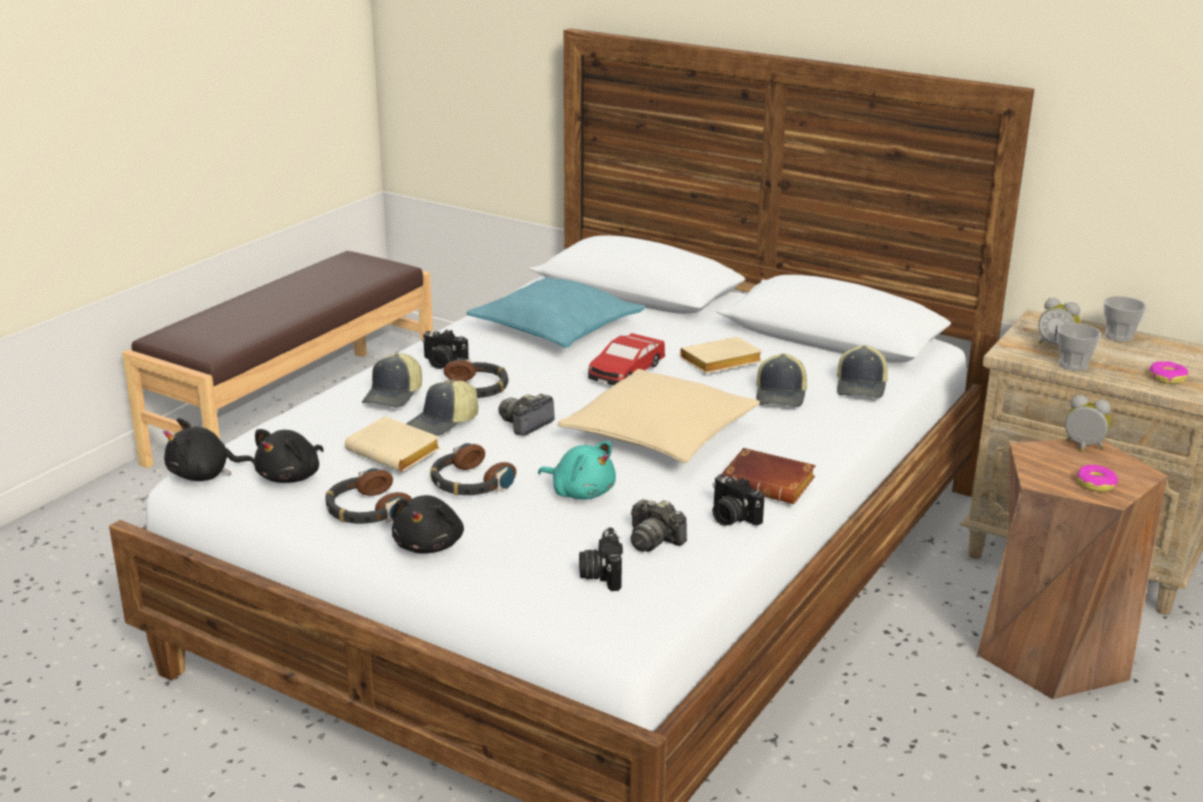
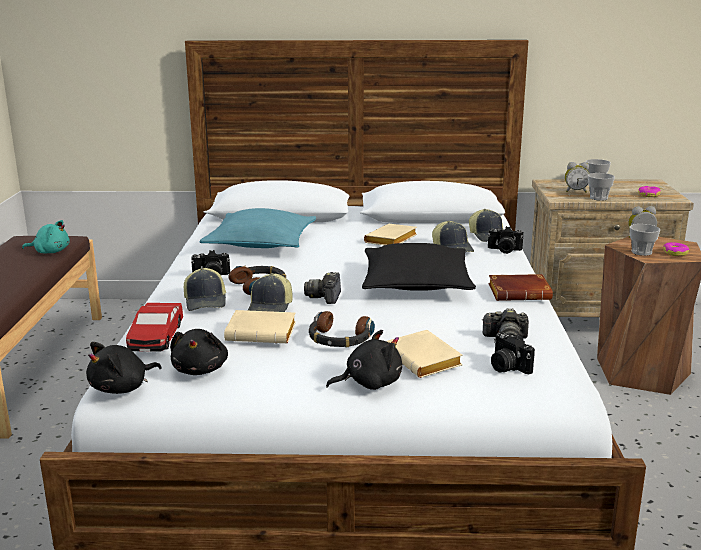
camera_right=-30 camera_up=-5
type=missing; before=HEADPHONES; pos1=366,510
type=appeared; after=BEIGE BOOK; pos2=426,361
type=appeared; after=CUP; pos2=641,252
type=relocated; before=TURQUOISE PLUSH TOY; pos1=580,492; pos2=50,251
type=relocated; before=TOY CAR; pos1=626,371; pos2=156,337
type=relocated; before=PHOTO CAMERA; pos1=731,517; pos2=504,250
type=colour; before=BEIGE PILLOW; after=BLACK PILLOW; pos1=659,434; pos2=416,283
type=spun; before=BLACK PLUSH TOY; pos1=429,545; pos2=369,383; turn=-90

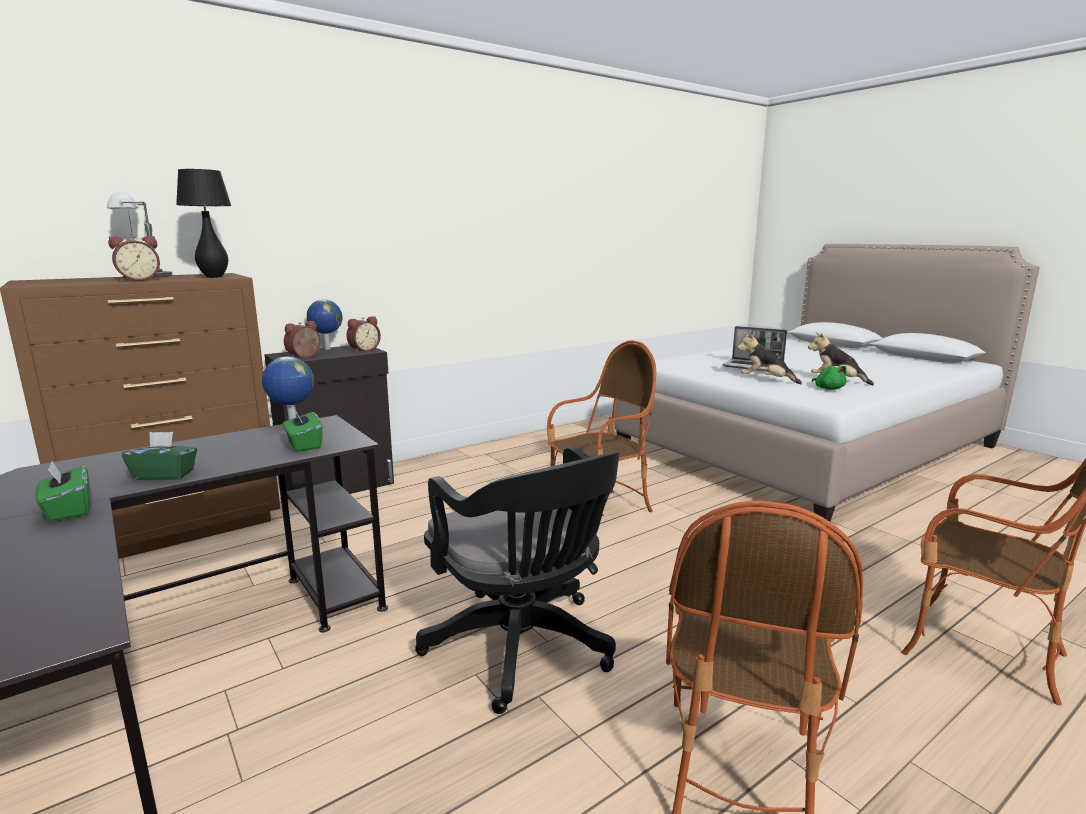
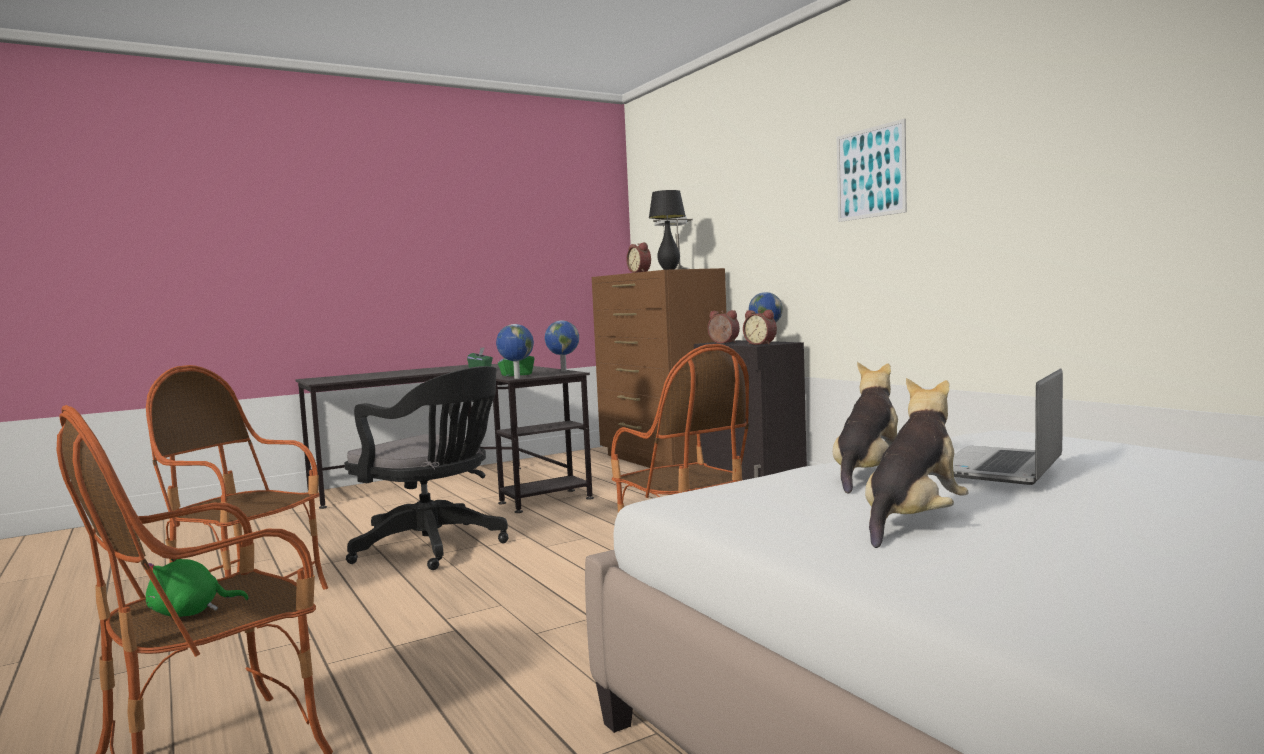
camera_right=95 camera_up=-10
type=missing; before=GREEN TISSUE BOX; pos1=68,510
type=appeared; after=GLOBE; pos2=516,378
type=appeared; after=PICTURE; pos2=870,173
type=relocated; before=GREEN PLUSH TOY; pos1=828,388; pos2=191,612
type=spun; before=BLACK OFFICE CHAIR; pos1=523,649; pos2=435,547; turn=-120

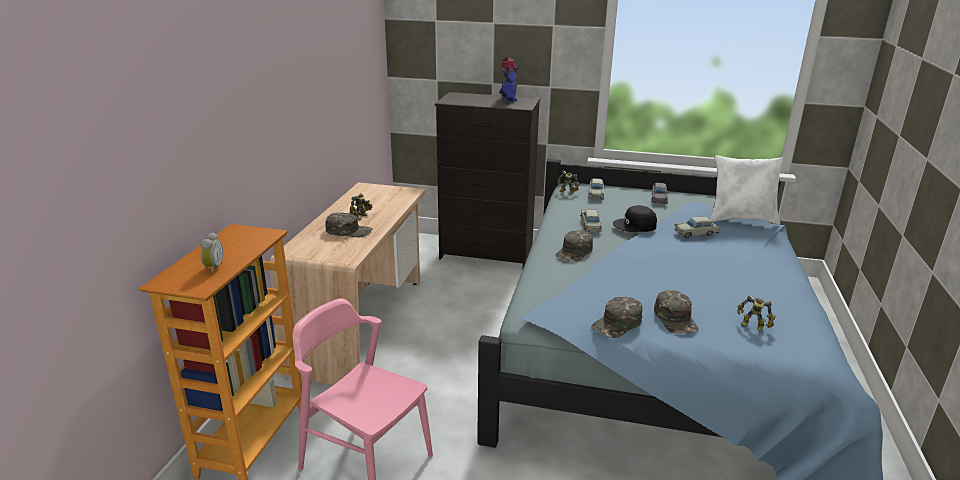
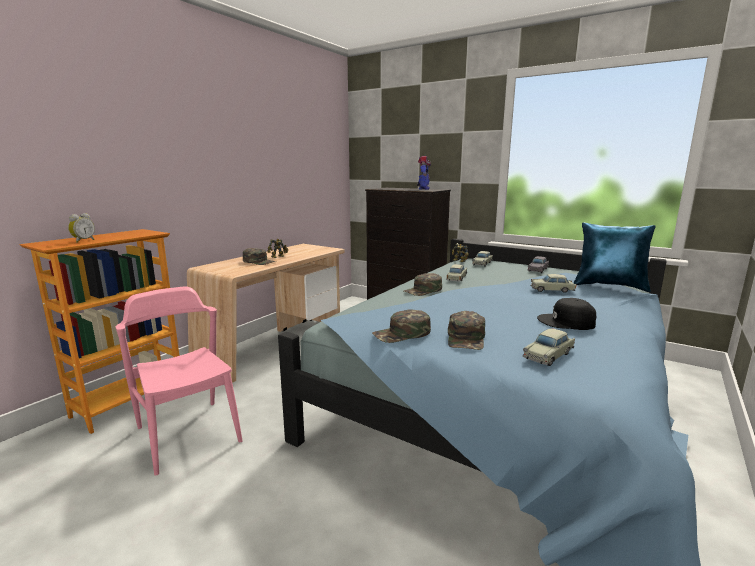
camera_right=20 camera_up=-10
type=relocated; before=BLACK CAP; pos1=635,225; pos2=566,322
type=exchanged; before=TOY ROBOT; after=BEIGE TOY CAR; pos1=753,326; pos2=548,355
type=colour; before=WHITE PILLOW; after=BLUE PILLOW; pos1=741,219; pos2=610,286

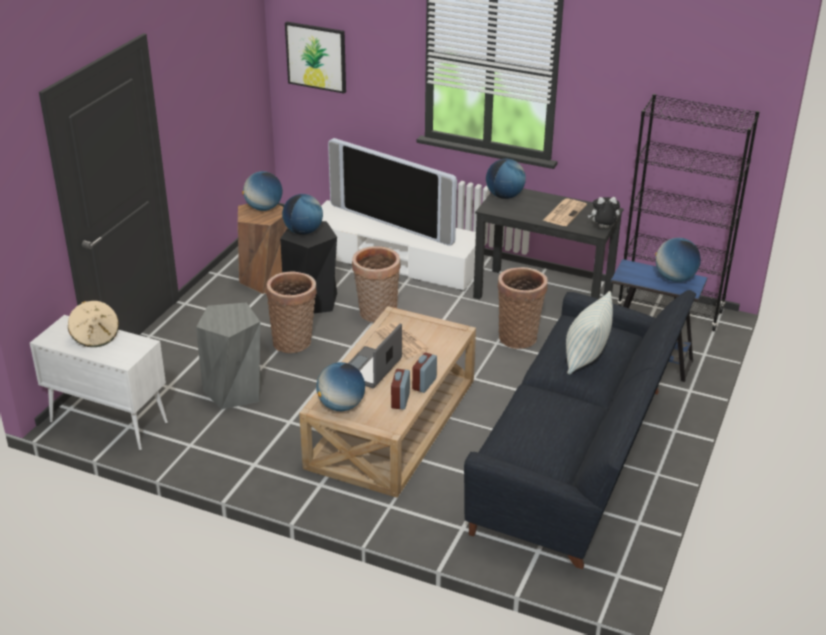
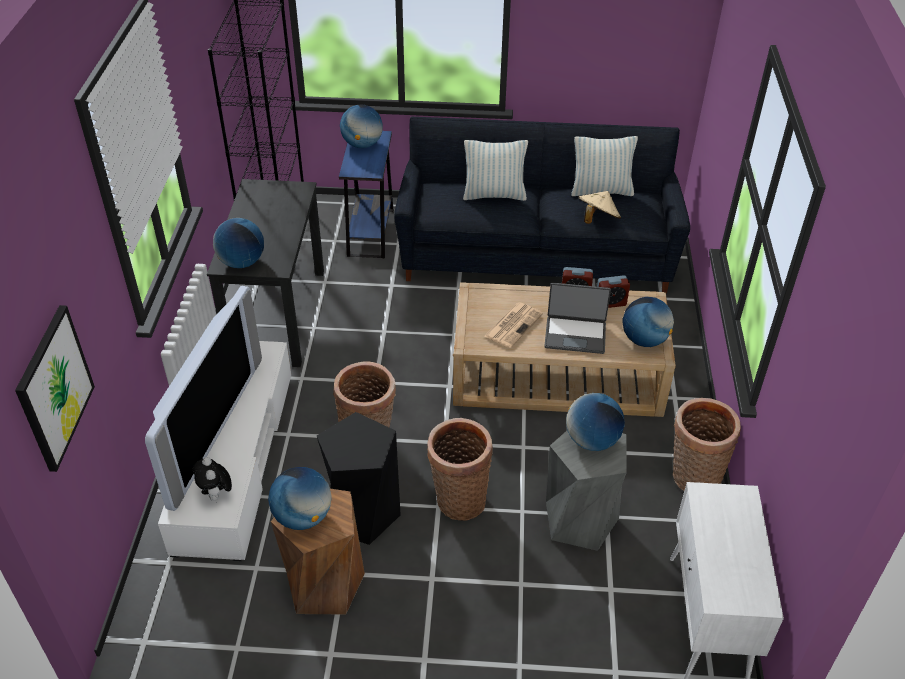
camera_right=-110 camera_up=10
type=missing; before=NEWSPAPER; pos1=564,212
type=appeared; after=PILLOW; pos2=601,191
type=relocated; before=BEIGE HAT; pos1=95,336; pos2=597,219
type=relocated; before=GLOBE; pos1=303,232; pos2=592,440
type=relocated; before=BASKET; pos1=518,336; pos2=693,477
type=relocated; before=PLUSH TOY; pos1=603,228; pos2=216,495

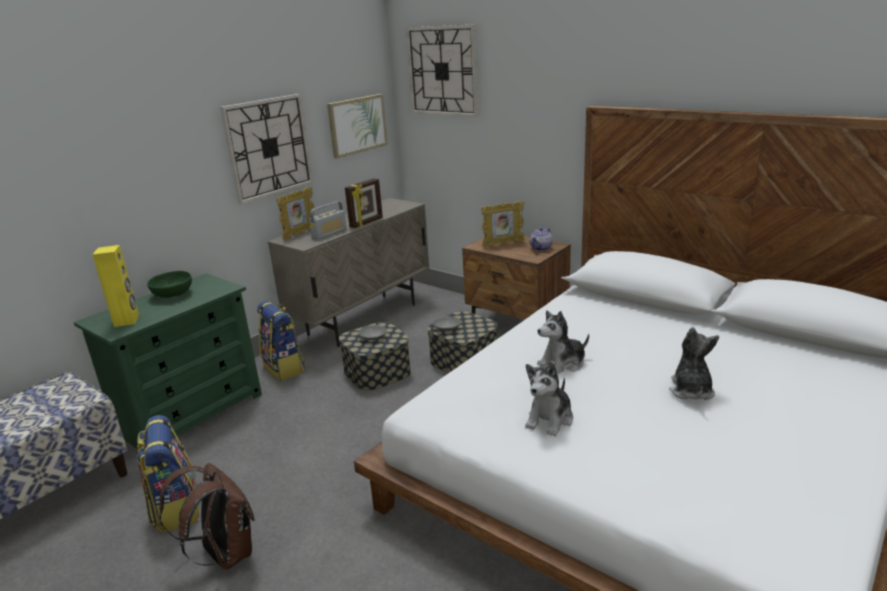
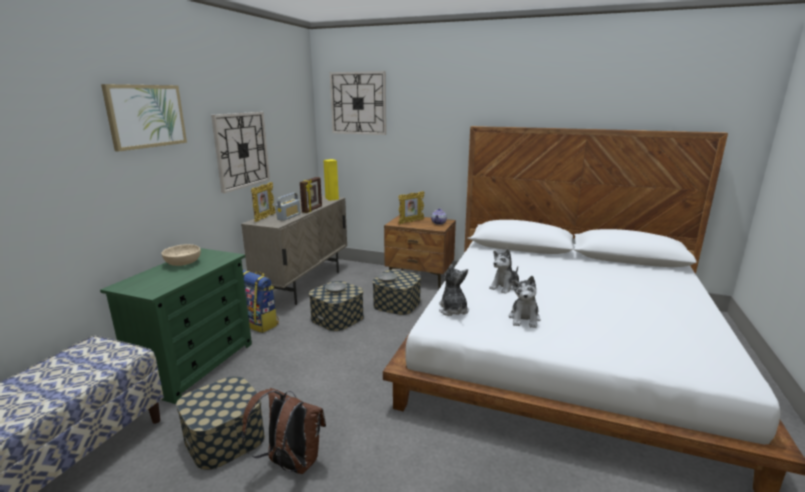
camera_right=-20 camera_up=-5
type=relocated; before=YELLOW SPEAKER; pos1=127,321; pos2=332,199
type=relocated; before=PICTURE; pos1=357,125; pos2=146,116
type=relocated; before=PLUSH TOY; pos1=690,391; pos2=453,310
type=exchanged; before=BACKPACK; after=STORAGE BOX; pos1=176,508; pos2=224,438
type=colour; before=GREEN BOWL; after=BEIGE BOWL; pos1=172,294; pos2=182,263

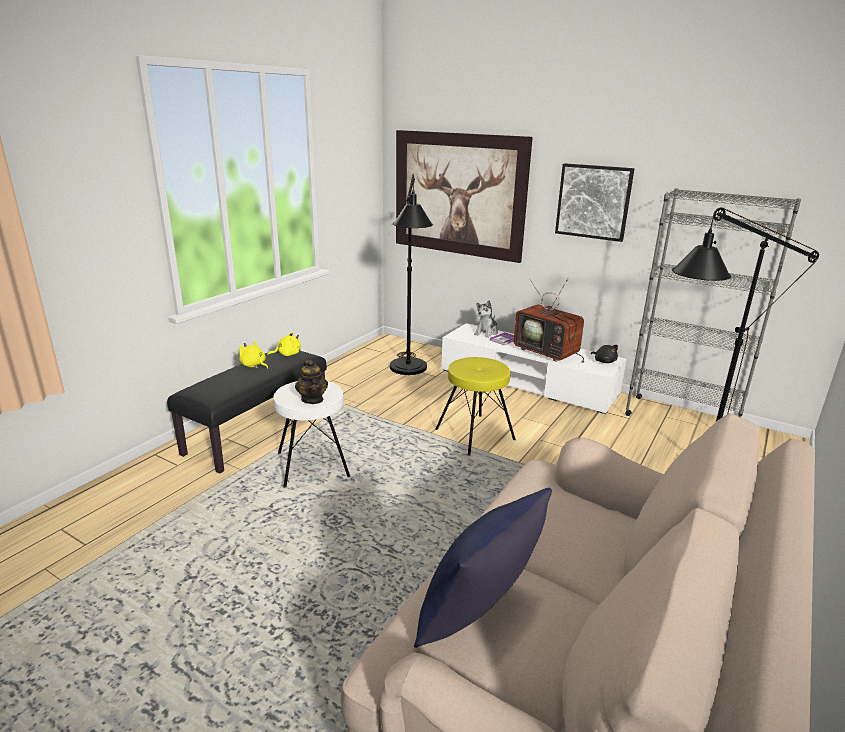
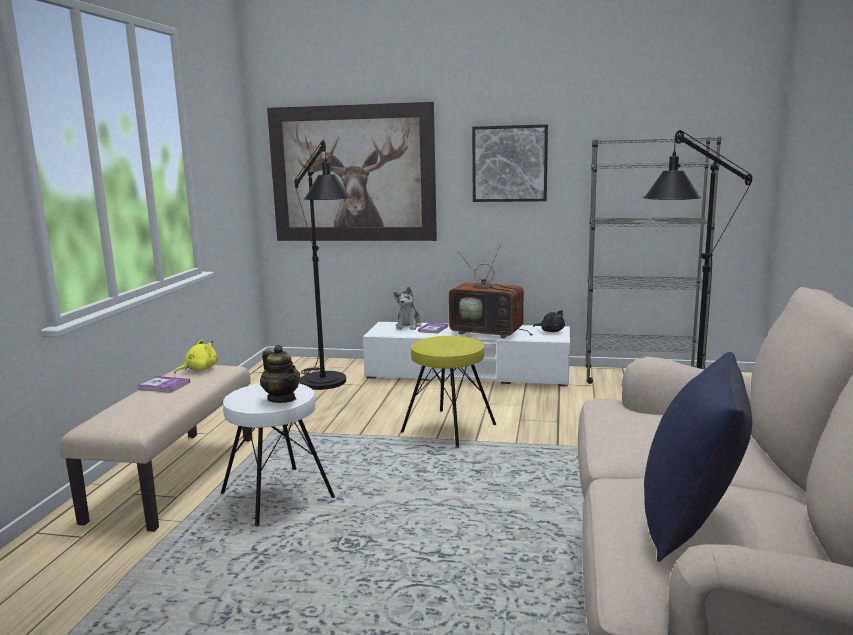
camera_right=-20 camera_up=-10
type=exchanged; before=YELLOW PLUSH TOY; after=BOOK; pos1=254,365; pos2=163,386
type=colour; before=BLACK BENCH; after=BEIGE BENCH; pos1=257,431; pos2=175,477

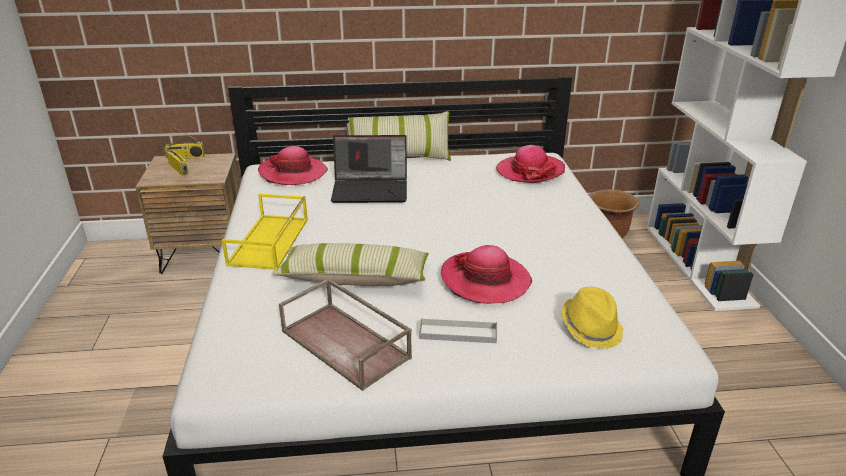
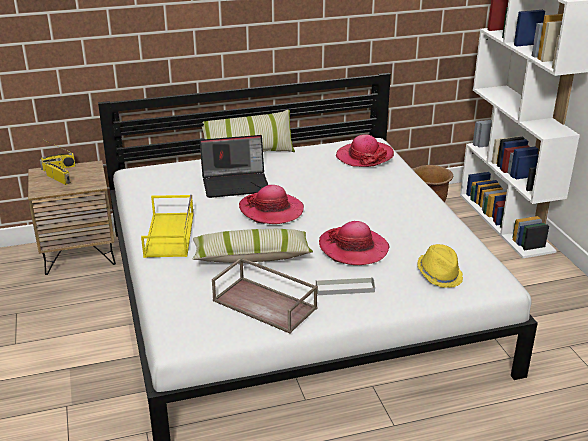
camera_right=-10 camera_up=0
type=relocated; before=HAT; pos1=293,173; pos2=271,210

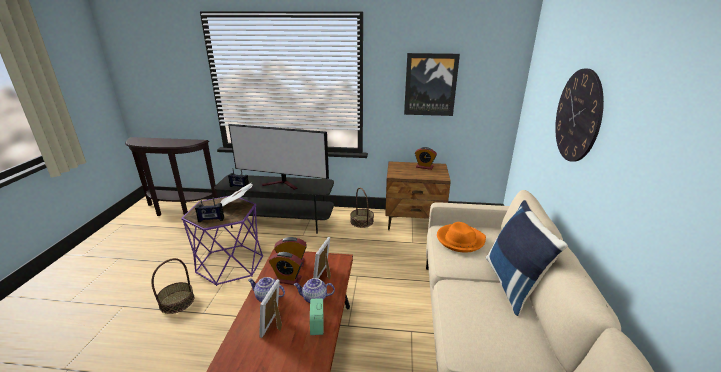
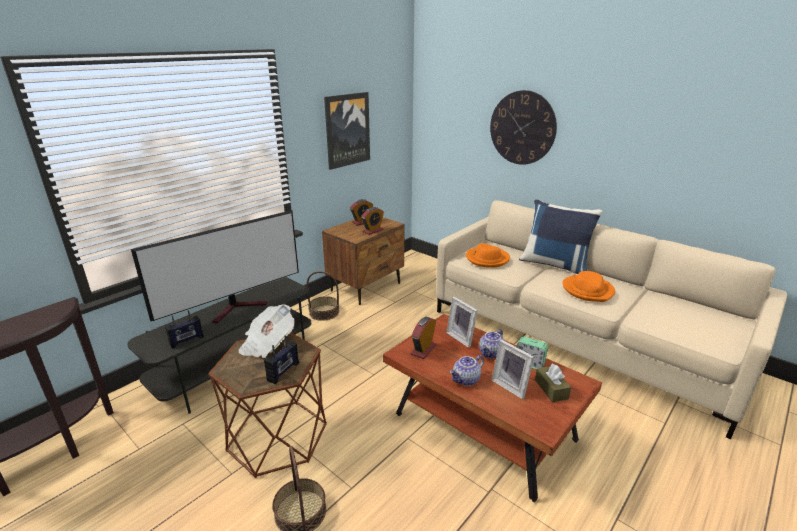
camera_right=-55 camera_up=0
type=appeared; after=BROWN TISSUE BOX; pos2=551,389
type=appeared; after=ORANGE HAT; pos2=588,290
type=relocated; before=ALARM CLOCK; pos1=287,279; pos2=373,231
type=colour; before=PURPLE SIDE TABLE; after=BROWN SIDE TABLE; pos1=230,264; pos2=278,437

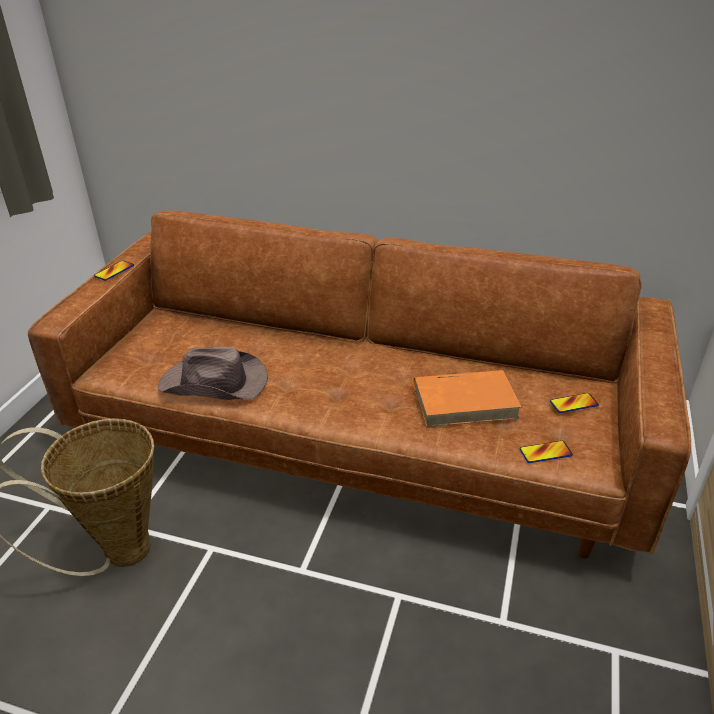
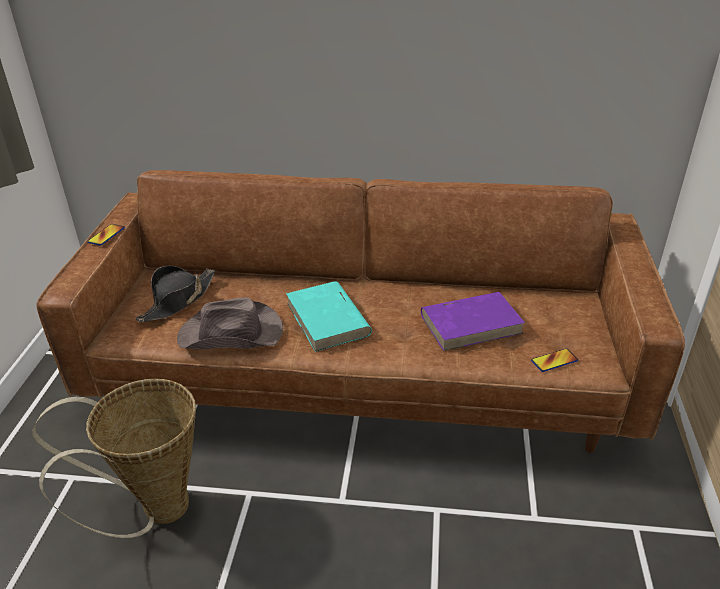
camera_right=-10 camera_up=0
type=missing; before=PHONE; pos1=573,404
type=appeared; after=BLACK HAT; pos2=178,301
type=appeared; after=TURQUOISE BOOK; pos2=328,320
type=colour; before=ORANGE BOOK; after=PURPLE BOOK; pos1=465,401; pos2=471,324

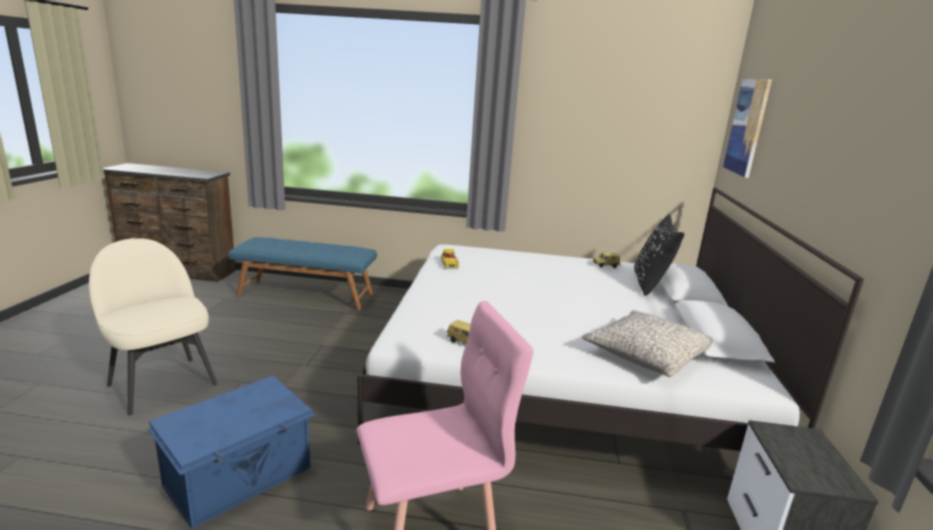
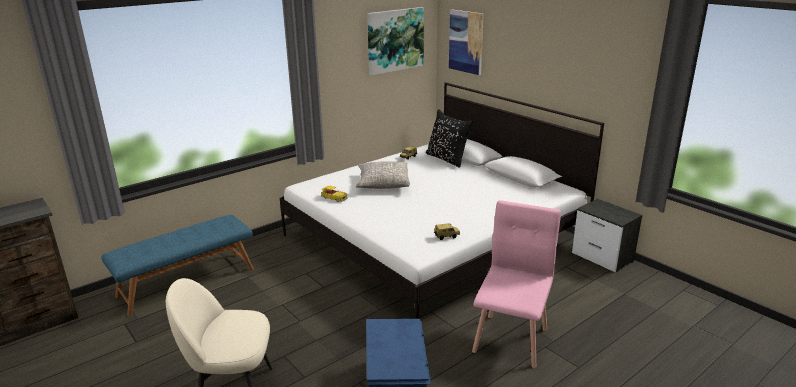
camera_right=-45 camera_up=5
type=appeared; after=PICTURE; pos2=395,40
type=relocated; before=GREY PILLOW; pos1=647,354; pos2=383,183

